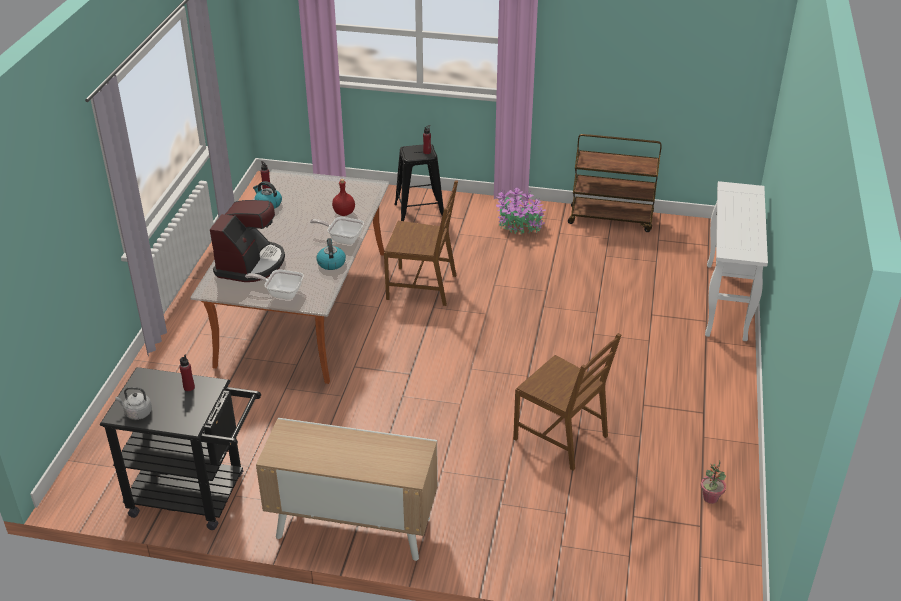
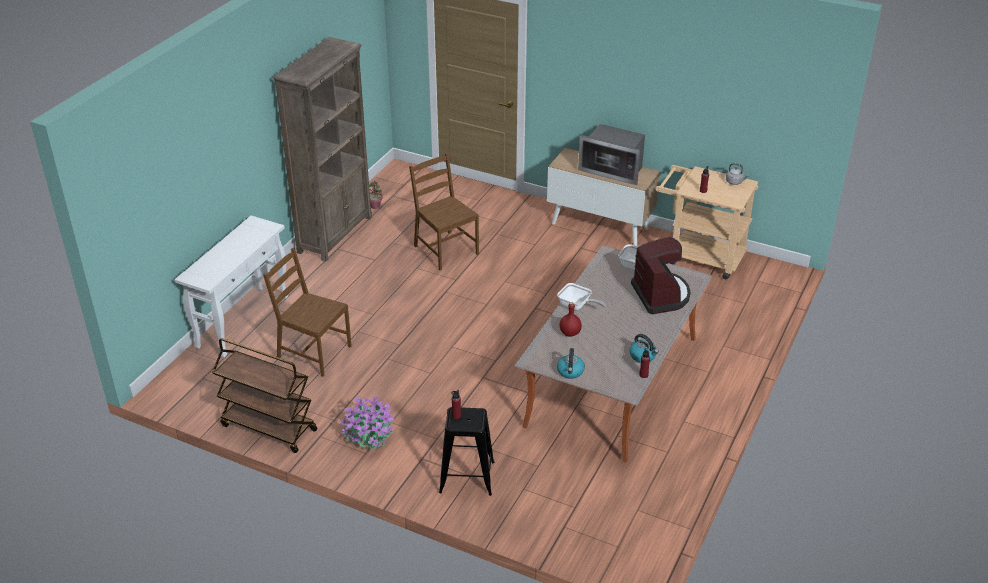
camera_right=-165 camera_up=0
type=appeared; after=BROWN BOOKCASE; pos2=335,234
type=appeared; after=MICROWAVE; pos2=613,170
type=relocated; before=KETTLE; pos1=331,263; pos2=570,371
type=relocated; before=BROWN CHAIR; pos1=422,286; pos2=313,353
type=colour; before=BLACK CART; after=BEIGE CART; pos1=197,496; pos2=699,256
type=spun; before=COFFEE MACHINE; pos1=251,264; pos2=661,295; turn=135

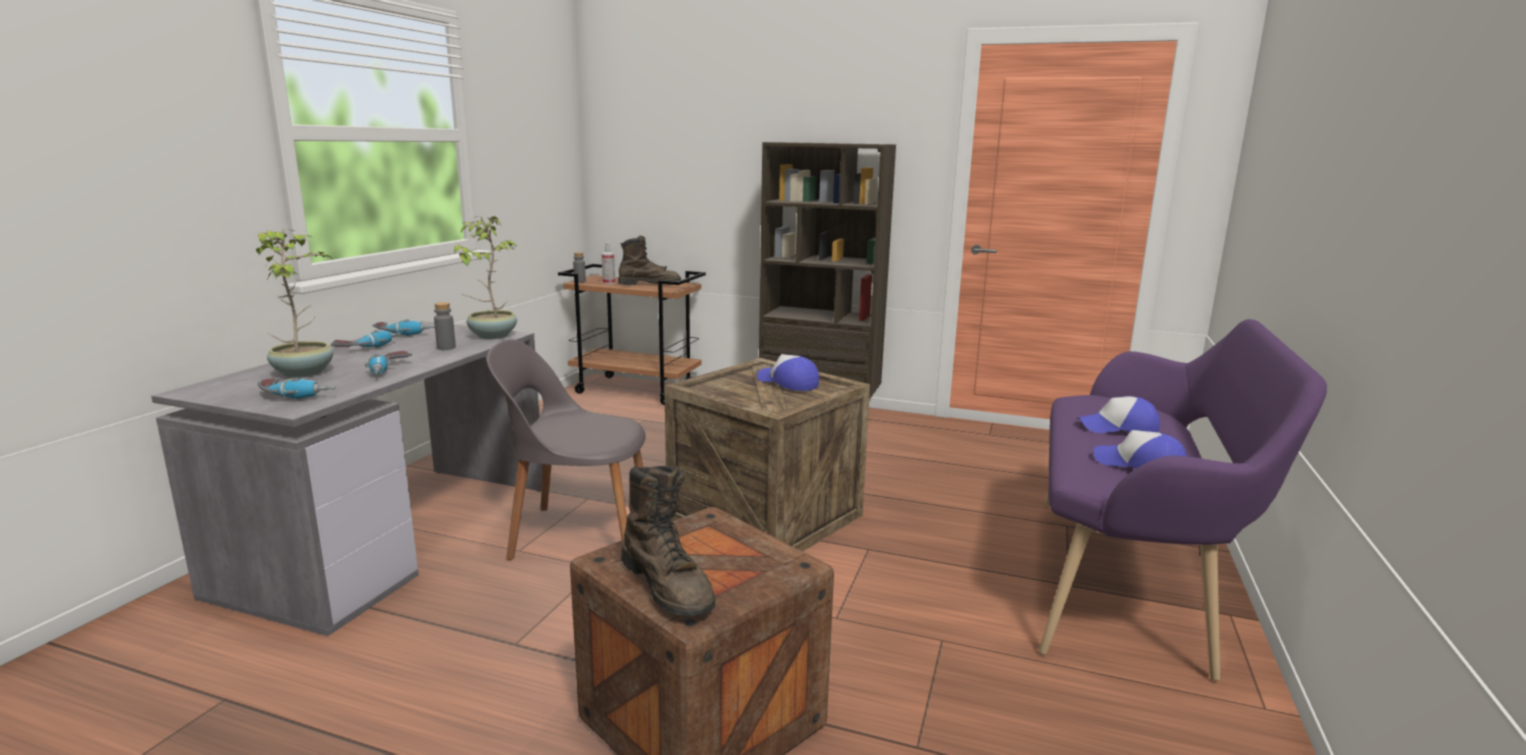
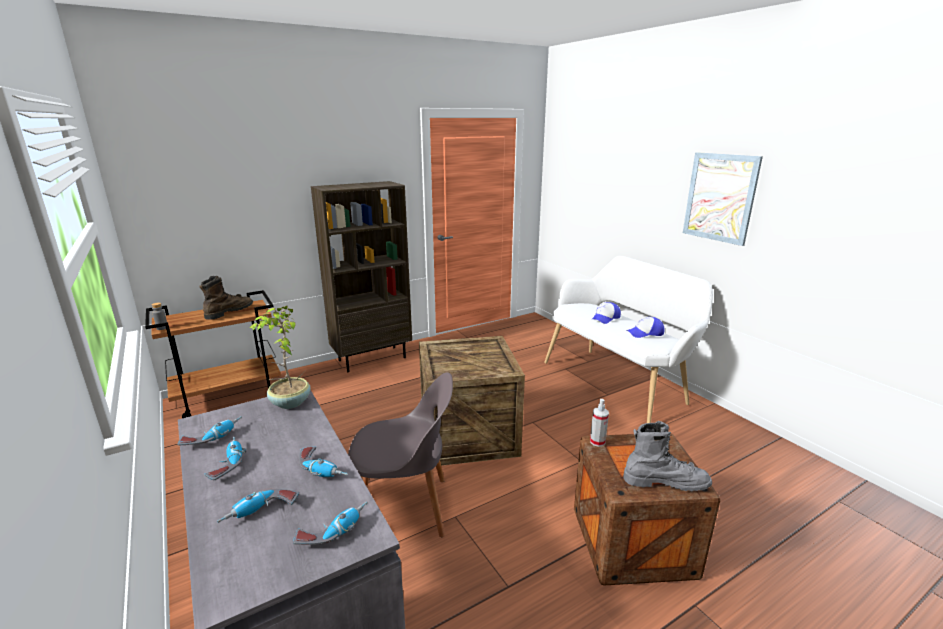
camera_right=-50 camera_up=5
type=missing; before=GREY BOTTLE; pos1=446,348
type=missing; before=CAP; pos1=788,383
type=appeared; after=PICTURE; pos2=720,197
type=relocated; before=SPRAY BOTTLE; pos1=609,283; pos2=597,442
type=exchanged; before=POTTED PLANT; after=POWER DRILL; pos1=305,372; pos2=260,513
type=colour; before=BROWN BOOT; after=GREY BOOT; pos1=668,586; pos2=665,482
type=colour; before=PURPLE BENCH; after=WHITE BENCH; pos1=1131,582; pos2=618,382
type=spun; before=GREY CHAIR; pos1=578,534; pos2=405,508; turn=-135

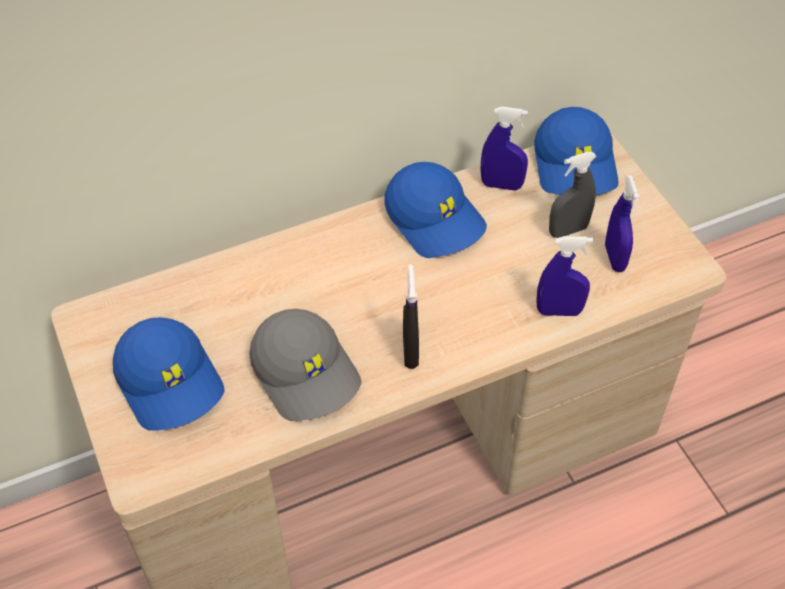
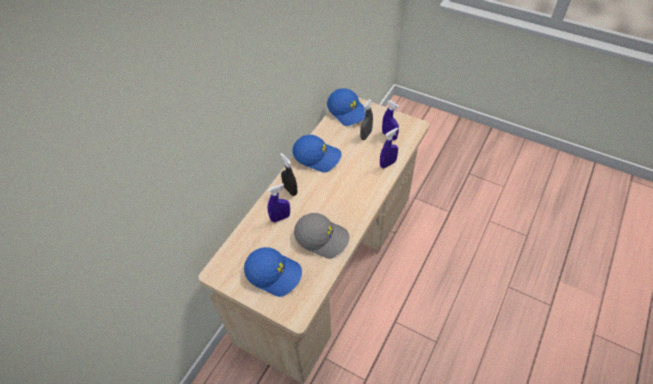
camera_right=-35 camera_up=0
type=relocated; before=BLACK SPRAY BOTTLE; pos1=410,352; pos2=290,190
type=relocated; before=BLUE SPRAY BOTTLE; pos1=501,185; pos2=280,218

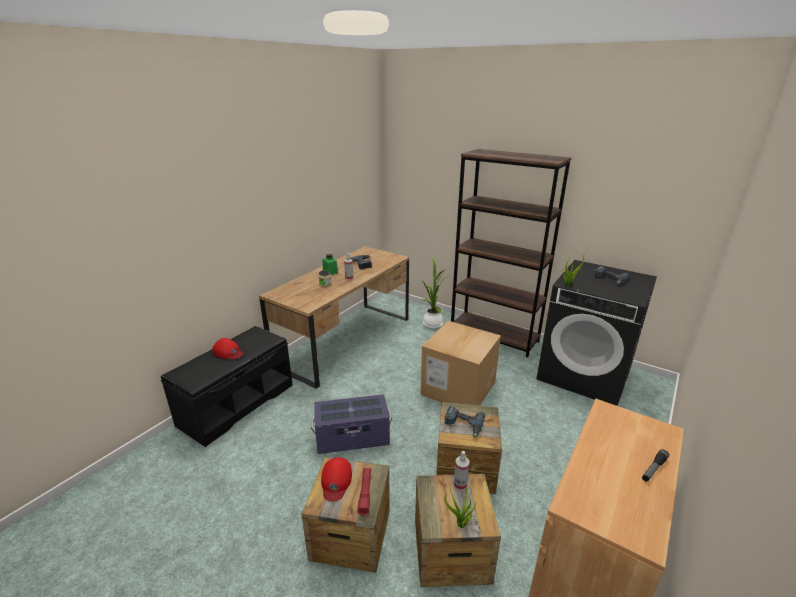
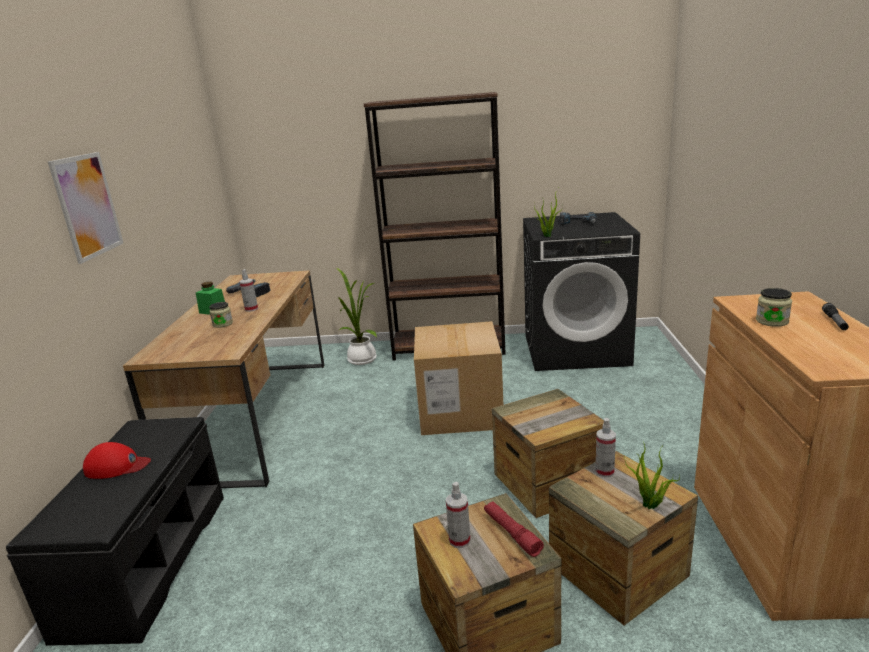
camera_right=-30 camera_up=-5
type=missing; before=PURPLE STORAGE BOX; pos1=352,438
type=missing; before=POWER DRILL; pos1=463,424
type=appeared; after=PICTURE; pos2=87,206
type=appeared; after=JAR; pos2=772,321
type=exchanged; before=RED CAP; after=SPRAY BOTTLE; pos1=336,481; pos2=459,540

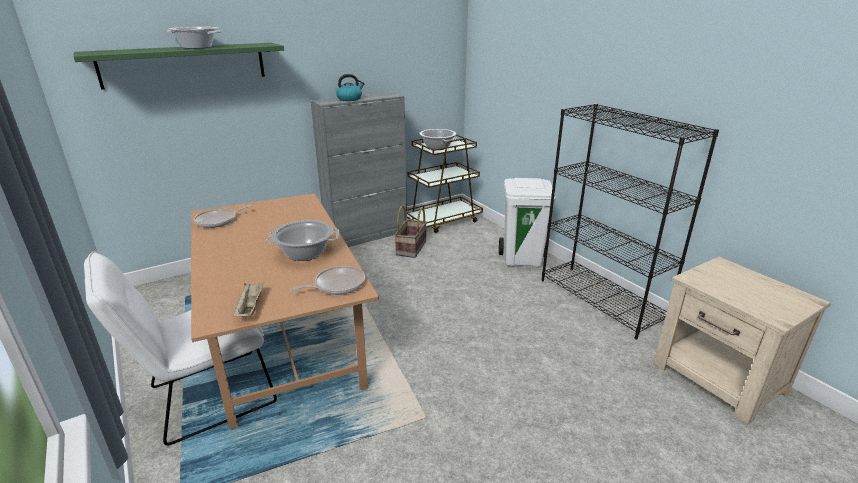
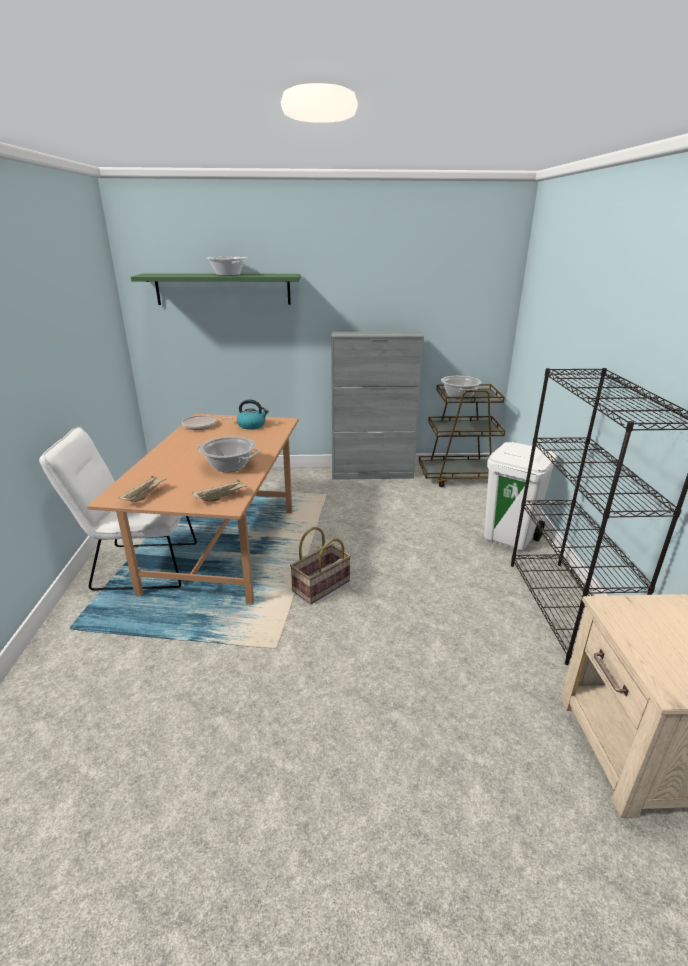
camera_right=30 camera_up=0
type=relocated; before=KETTLE; pos1=350,99; pos2=252,425
type=relocated; before=BASKET; pos1=412,248; pos2=321,587
type=exchanged; before=FRYING PAN; after=BEIGE TRAY; pos1=337,285; pos2=221,497

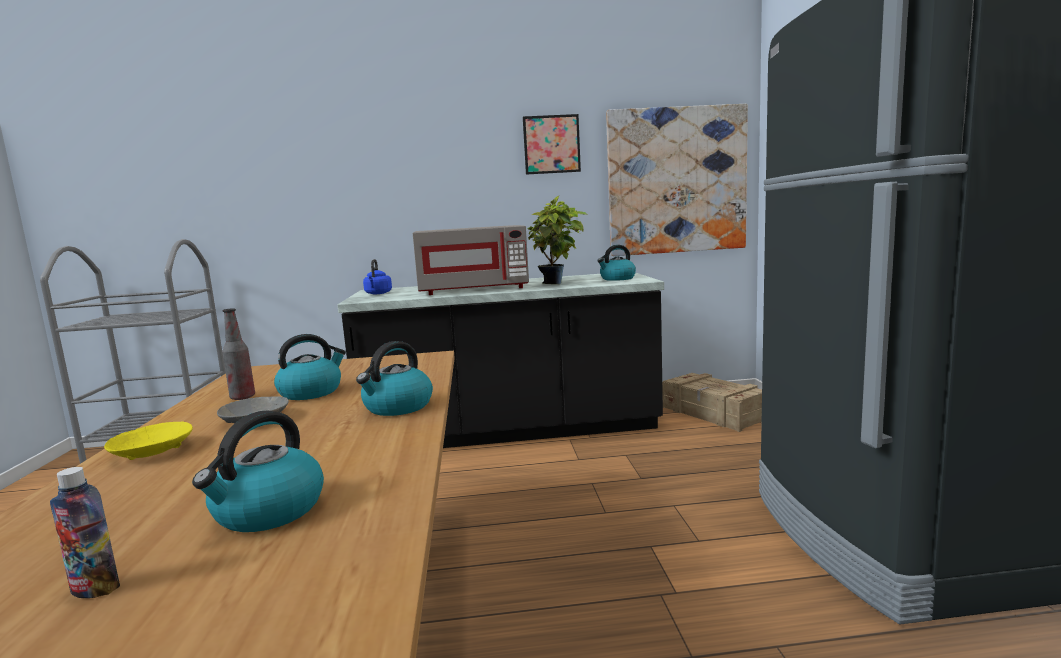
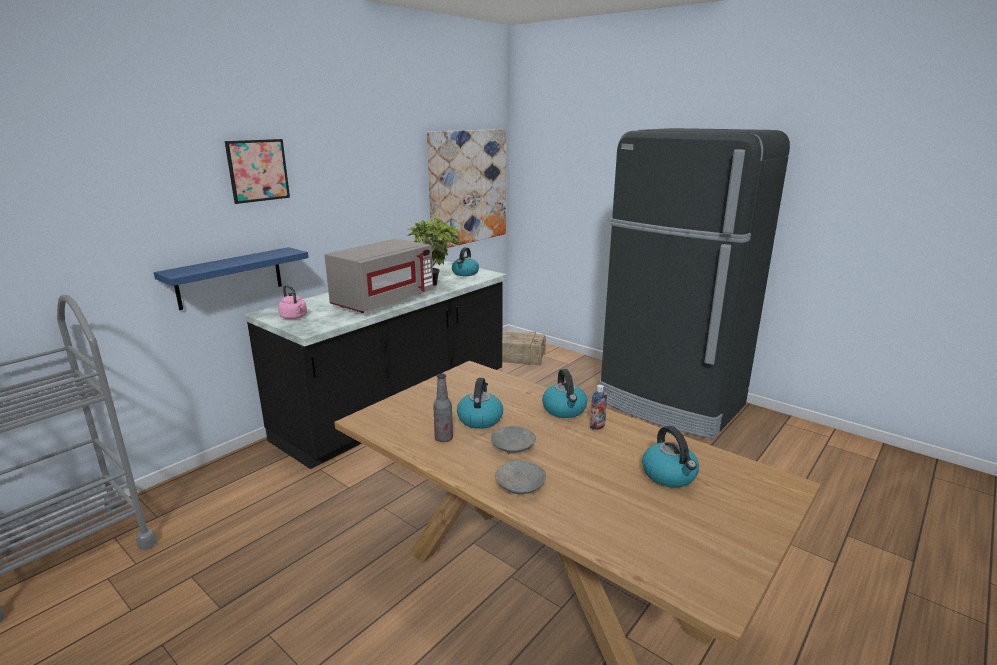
camera_right=-45 camera_up=10
type=appeared; after=BLUE SHELF; pos2=230,278
type=relocated; before=BOTTLE; pos1=95,589; pos2=597,426
type=relocated; before=PICTURE; pos1=551,144; pos2=258,170
type=colour; before=YELLOW BOWL; after=GREY BOWL; pos1=152,452; pos2=519,486
type=colour; before=BLUE KETTLE; after=PINK KETTLE; pos1=378,293; pos2=294,317

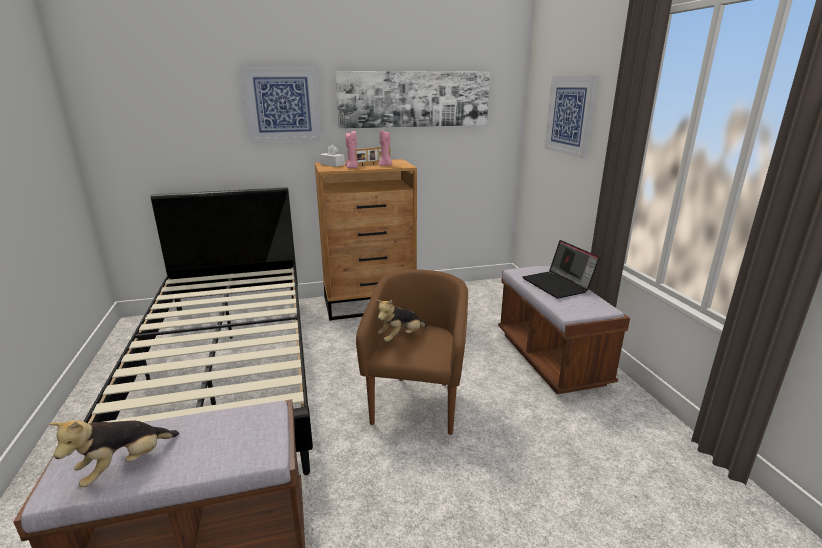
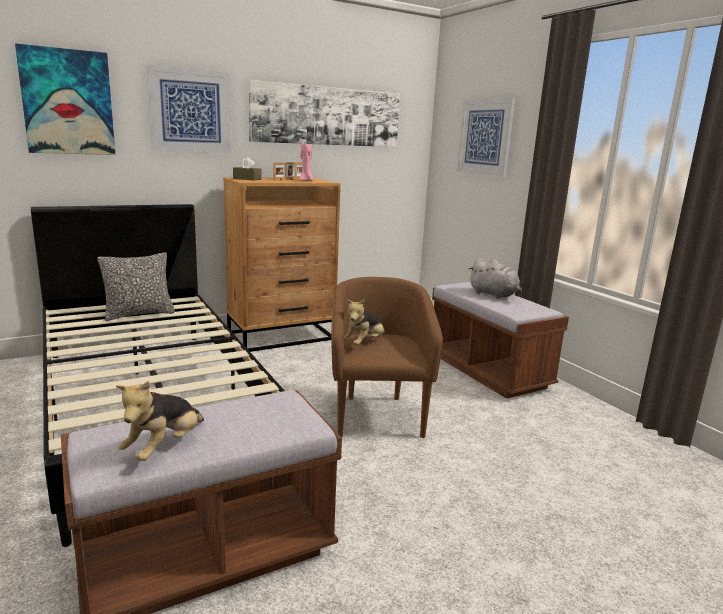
camera_right=-15 camera_up=-5
type=missing; before=PINK CANDLE; pos1=352,167
type=appeared; after=PICTURE; pos2=68,102
type=appeared; after=PILLOW; pos2=139,314
type=exchanged; before=LAPTOP; after=GREY PLUSH TOY; pos1=558,285; pos2=494,295
type=colour; before=WHITE TISSUE BOX; after=BROWN TISSUE BOX; pos1=332,164; pos2=247,179

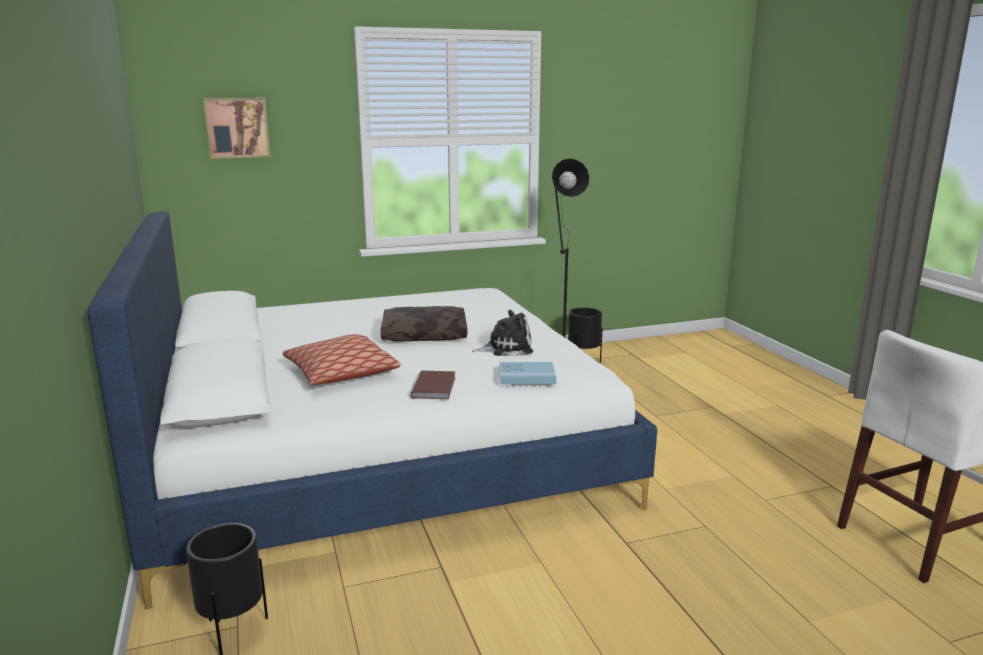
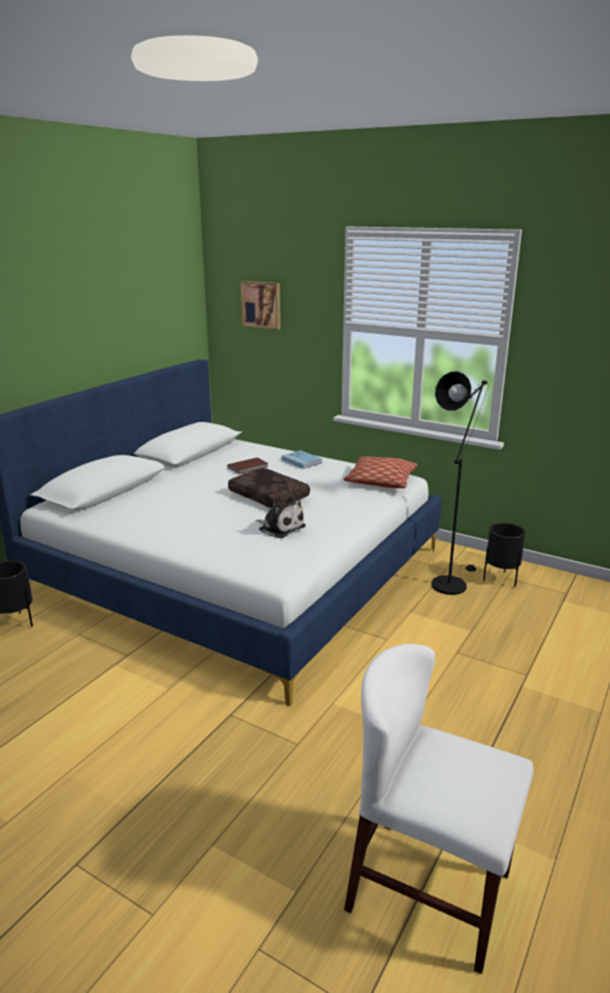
camera_right=50 camera_up=5
type=relocated; before=PILLOW; pos1=341,373; pos2=380,481
type=relocated; before=BROWN BOOK; pos1=435,387; pos2=249,467
type=relocated; before=BLUE BOOK; pos1=527,376; pos2=301,461

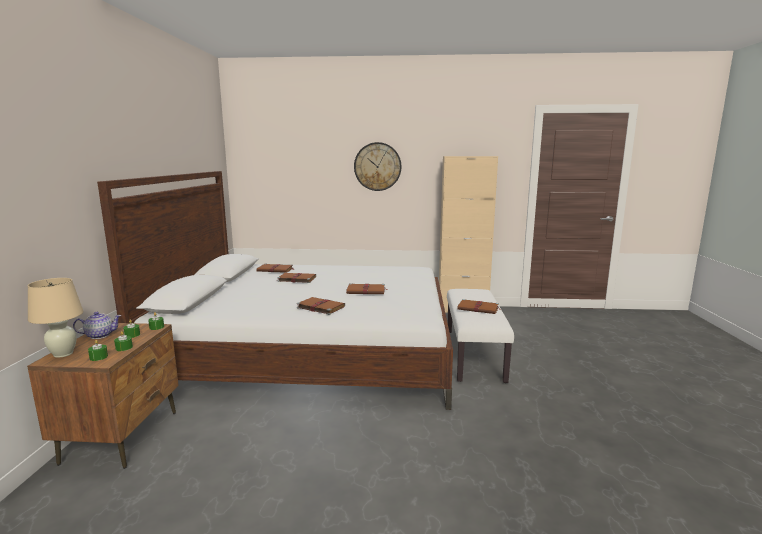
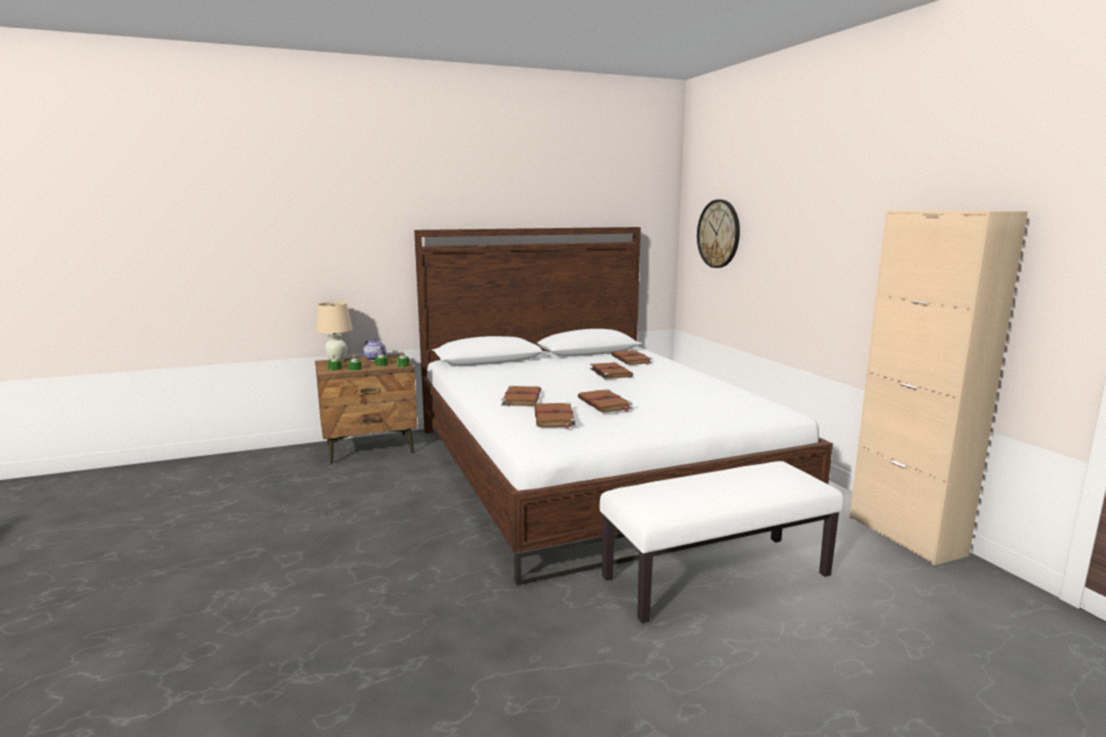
camera_right=65 camera_up=0
type=relocated; before=WALL CLOCK; pos1=377,166; pos2=718,234
type=relocated; before=BROWN BOOK; pos1=478,308; pos2=554,418

